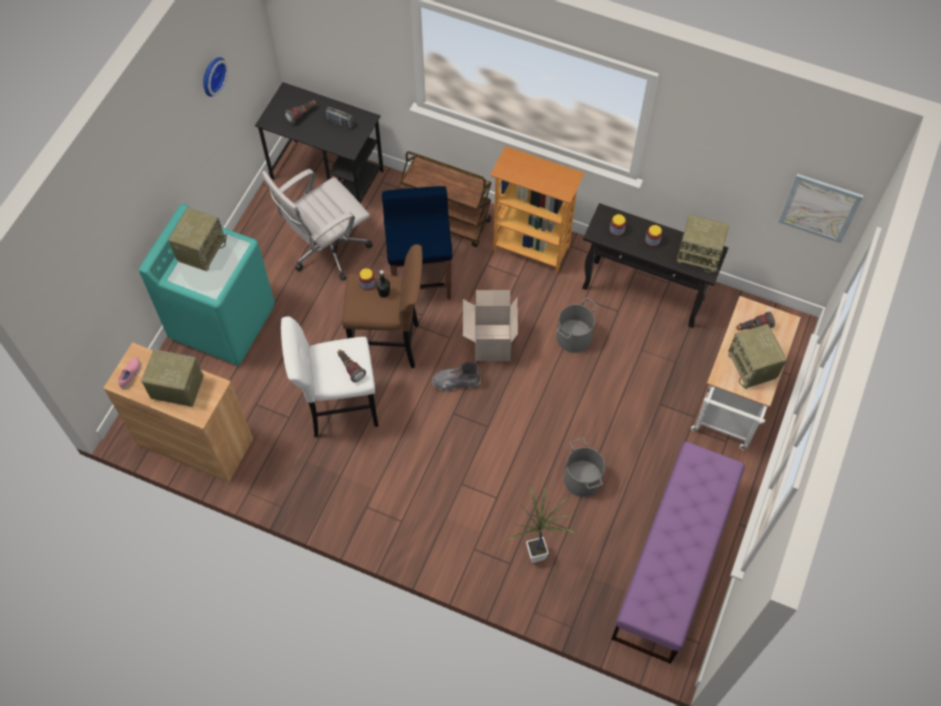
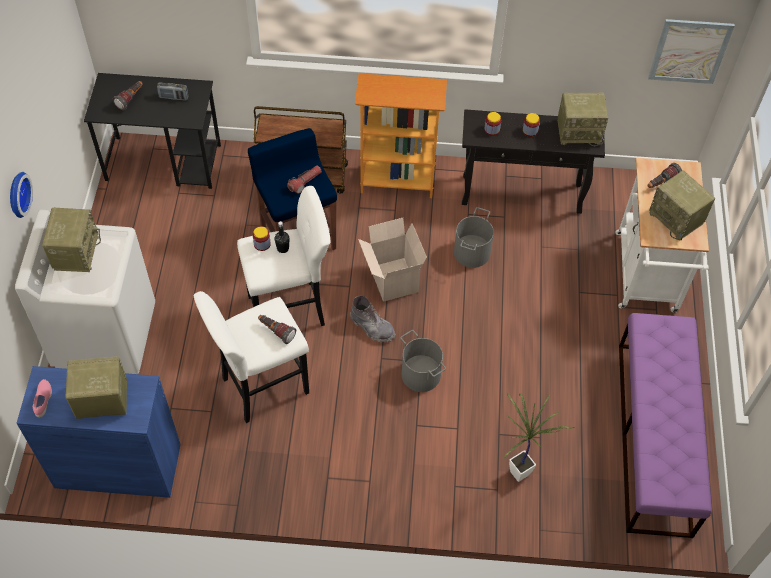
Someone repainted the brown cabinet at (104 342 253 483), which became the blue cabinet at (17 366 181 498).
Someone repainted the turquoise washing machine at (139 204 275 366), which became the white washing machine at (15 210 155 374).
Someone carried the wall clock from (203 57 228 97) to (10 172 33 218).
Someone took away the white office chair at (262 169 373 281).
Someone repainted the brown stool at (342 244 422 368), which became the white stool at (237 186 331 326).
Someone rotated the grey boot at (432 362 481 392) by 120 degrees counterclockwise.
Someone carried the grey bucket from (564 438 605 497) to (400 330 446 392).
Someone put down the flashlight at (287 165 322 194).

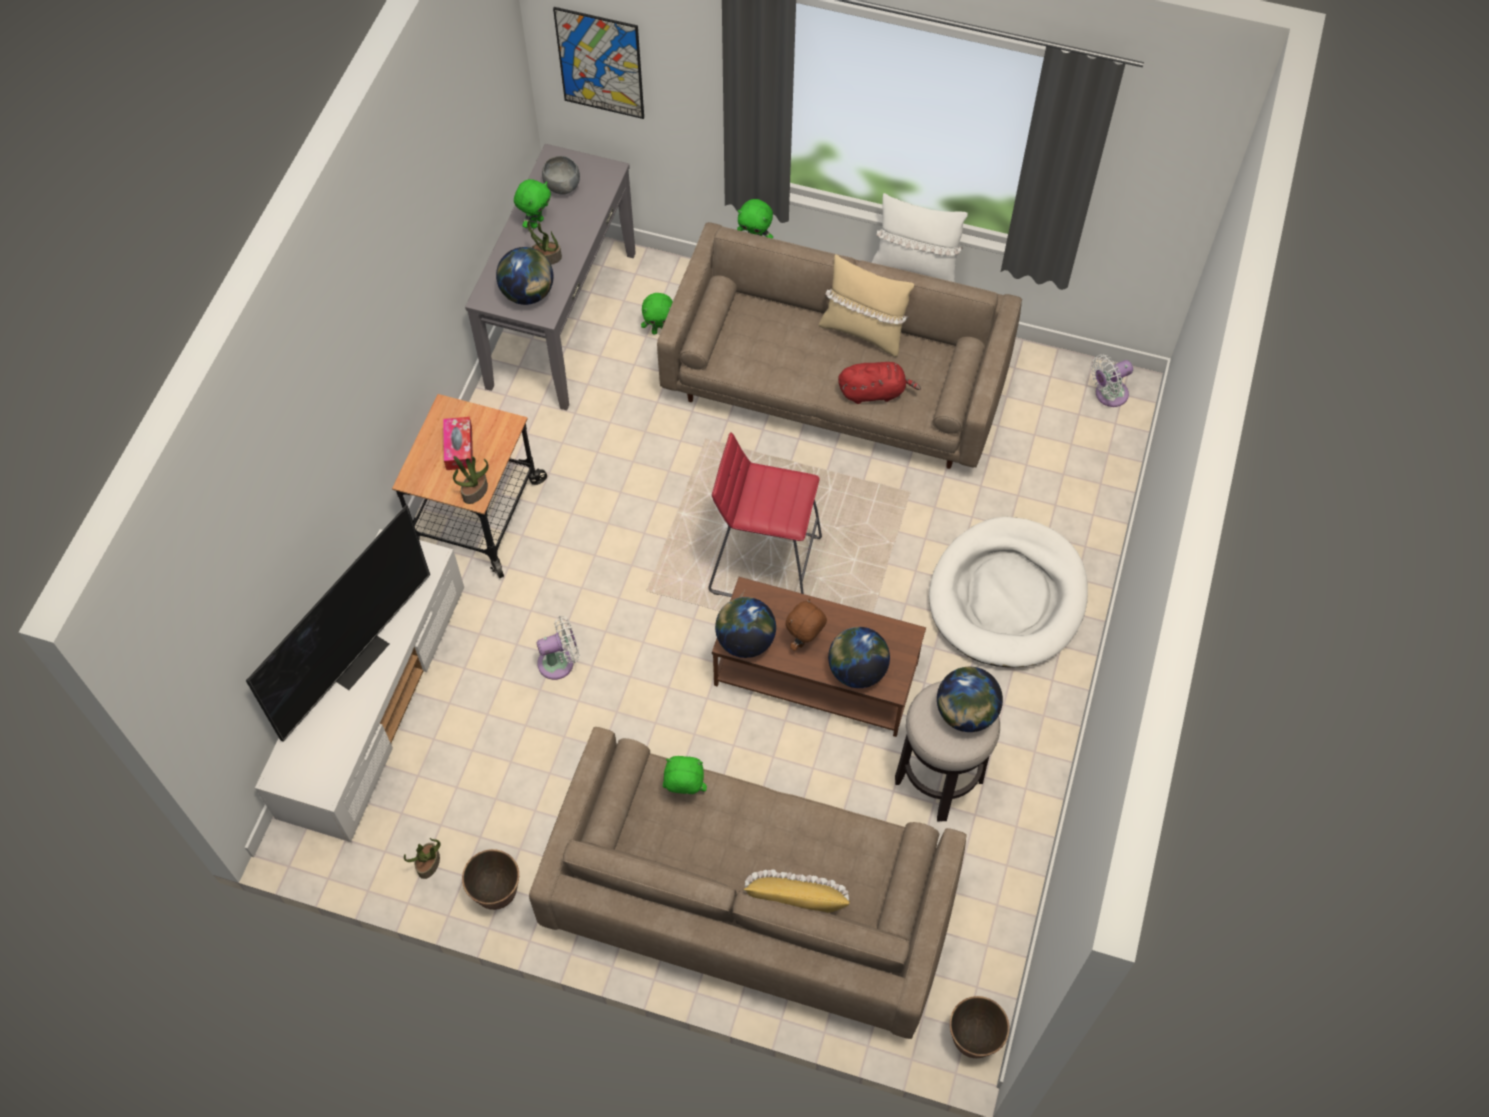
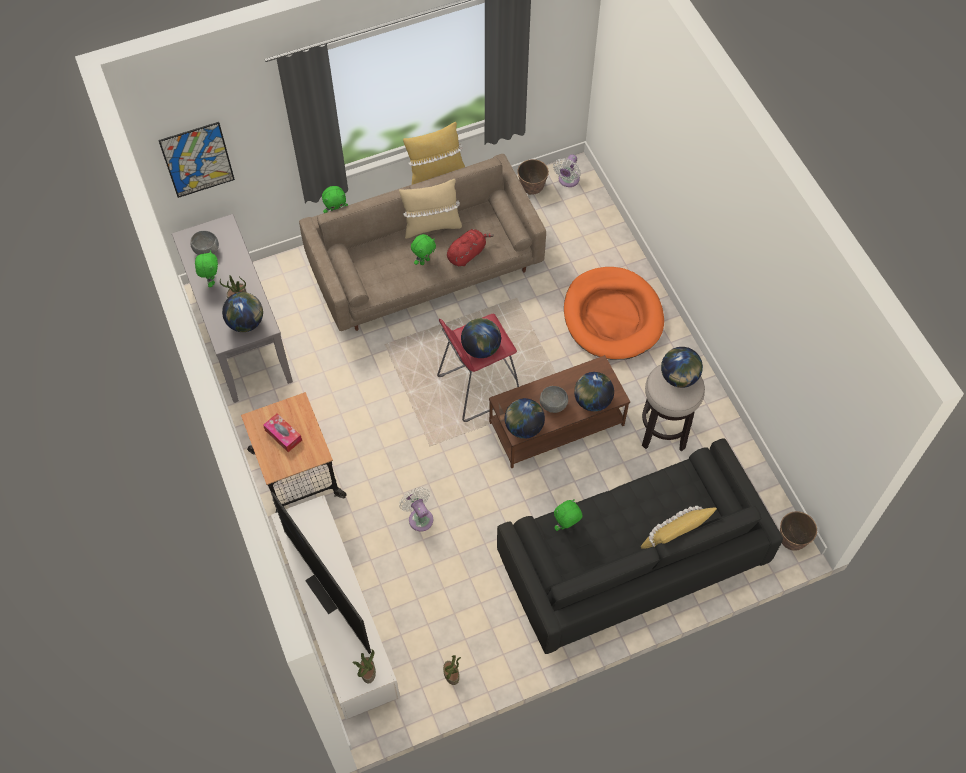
Someone rotated the television at (246 505 430 742) by 150 degrees clockwise.
Someone carried the potted plant from (453 456 488 504) to (352 649 376 684).
Someone carried the planter from (462 849 519 910) to (517 159 549 195).
Someone repainted the beige sofa at (529 727 967 1039), which became the black sofa at (497 438 783 654).
Someone rotated the white fan at (537 616 580 680) by 60 degrees counterclockwise.
Someone carried the green plush toy from (641 293 673 335) to (411 234 436 265).
Someone swapped the brown plush toy at (786 598 827 651) for the grey bowl at (540 386 568 413).
Someone repainted the white pillow at (871 193 968 282), which became the yellow pillow at (403 122 465 185).
Someone repainted the white dog bed at (929 517 1088 668), which became the orange dog bed at (564 267 664 360).
Someone put down the globe at (461 318 501 358).

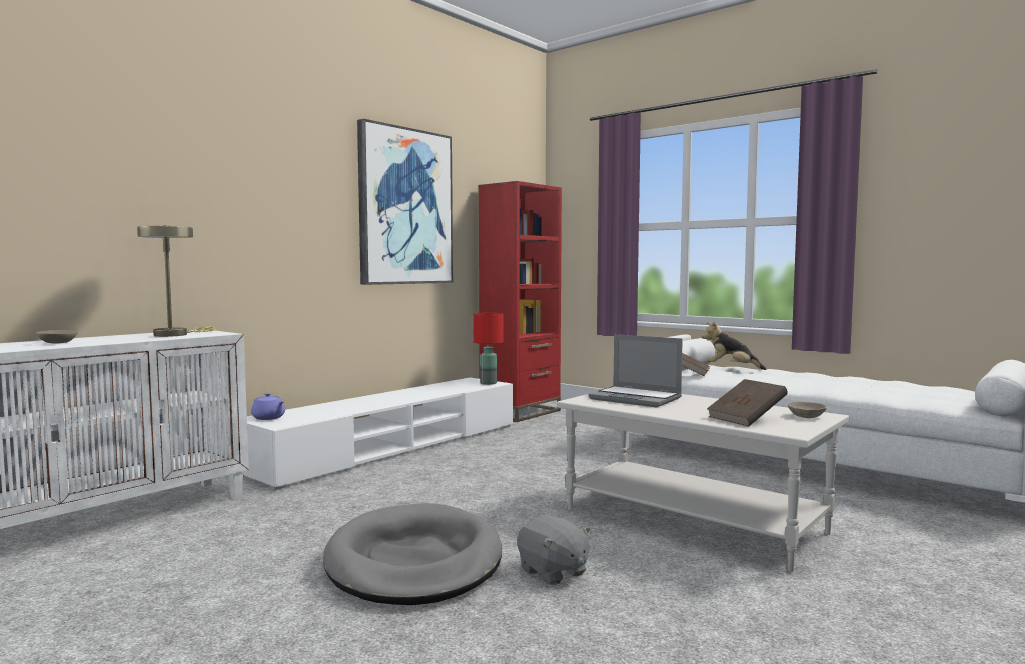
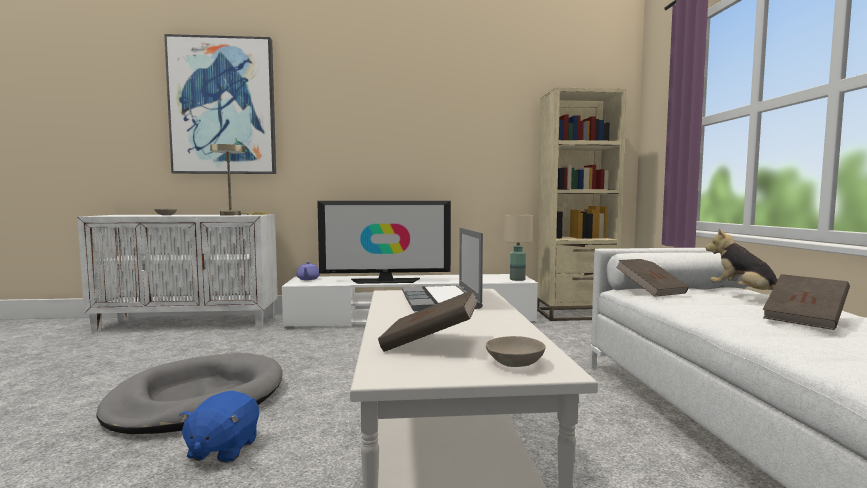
Someone carried the picture from (357 119 453 285) to (164 34 276 174).
Someone repainted the red table lamp at (473 313 504 385), which became the beige table lamp at (504 215 533 281).
Someone repainted the red bookcase at (479 181 562 422), which became the beige bookcase at (536 88 627 321).
Someone repainted the grey plush toy at (517 515 591 585), which became the blue plush toy at (179 391 259 463).
Someone put down the television at (317 201 451 284).
Someone put down the brown book at (763 274 850 330).

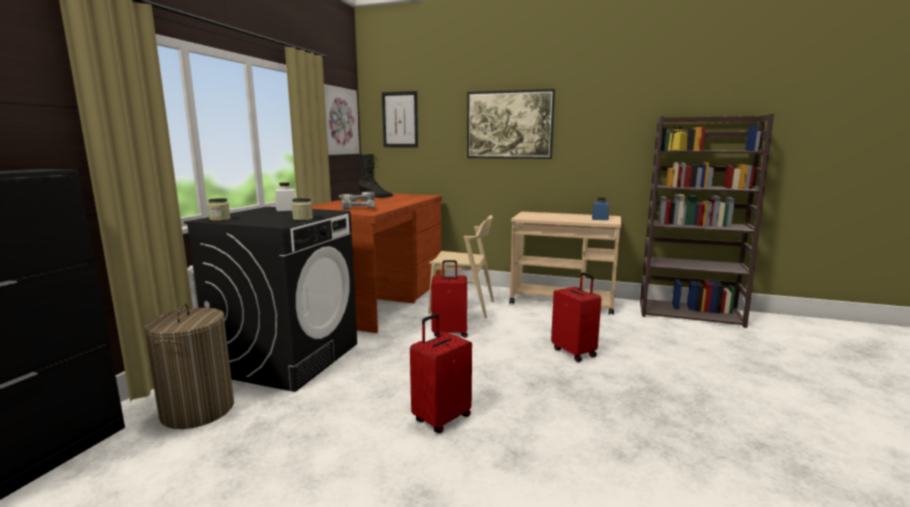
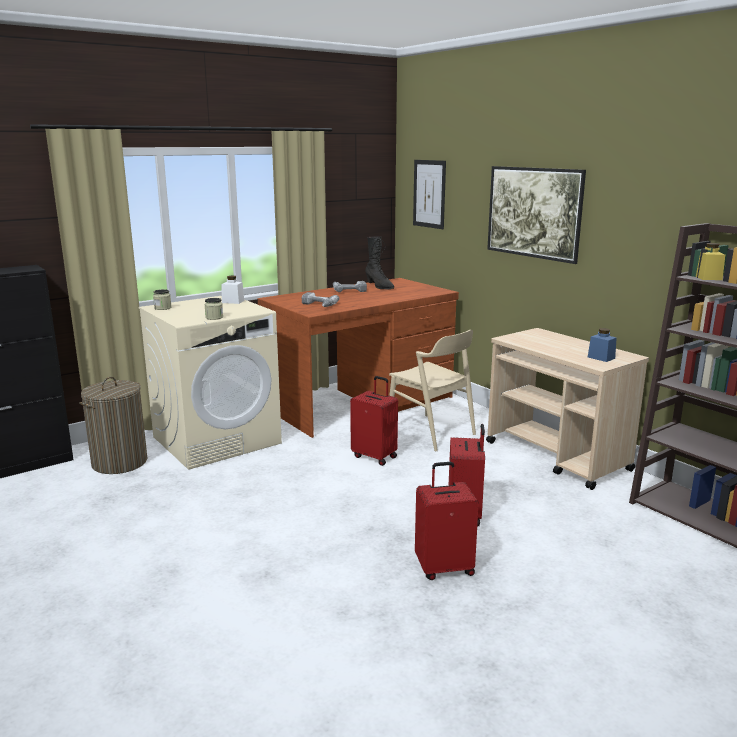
Someone repainted the black washing machine at (184 207 357 392), which became the beige washing machine at (138 296 282 470).
Someone took away the picture at (324 84 360 155).
Someone carried the red suitcase from (410 314 472 433) to (415 462 479 580).

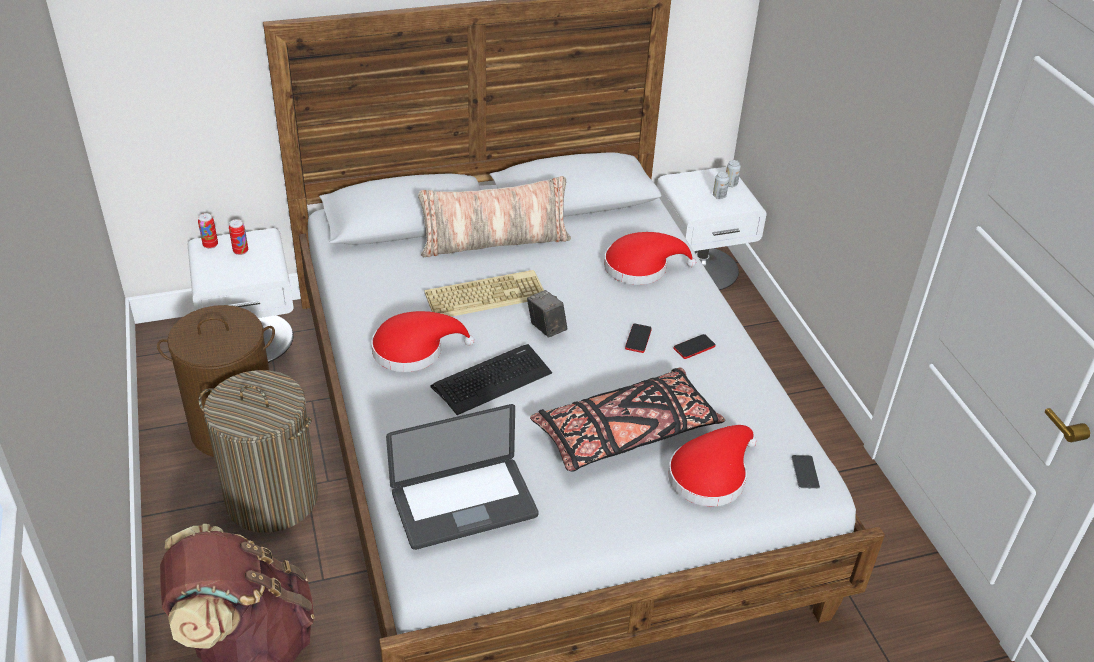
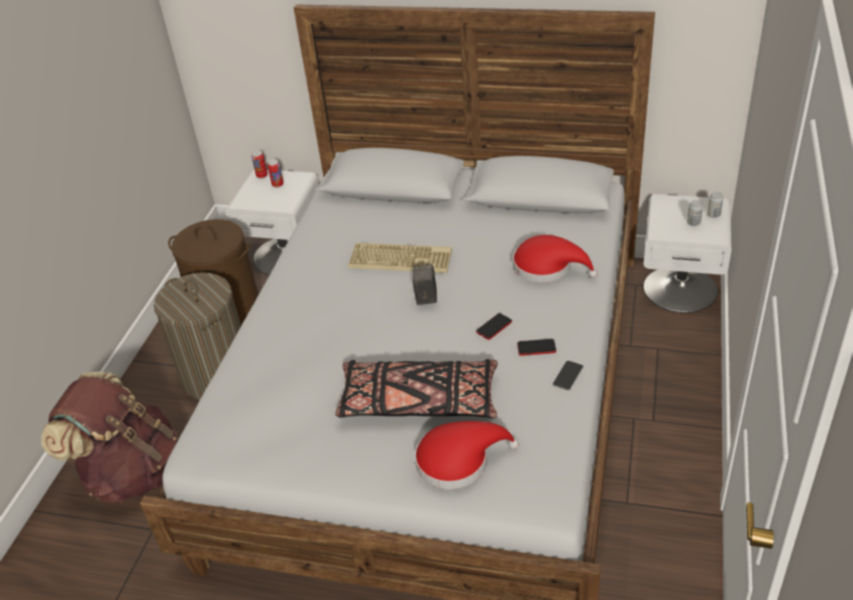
Someone took away the red hat at (371 311 475 372).
Someone took away the laptop at (386 404 539 550).
Someone took away the pillow at (418 176 571 257).
Someone took away the keyboard at (430 344 552 415).
Someone carried the phone from (791 455 820 489) to (552 361 584 391).

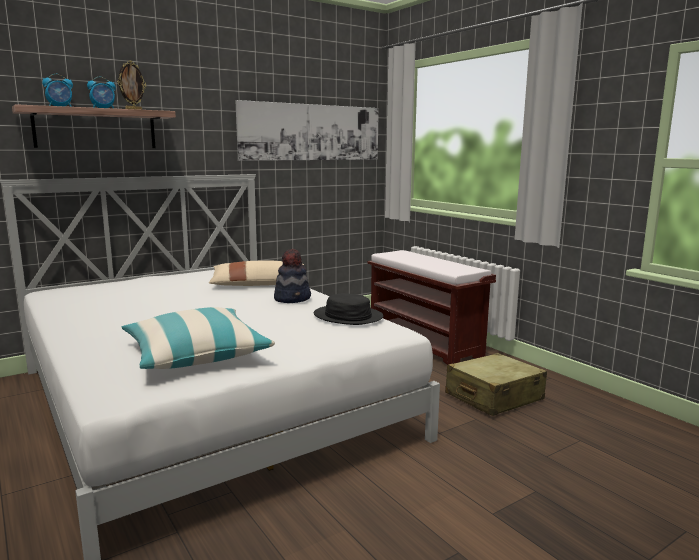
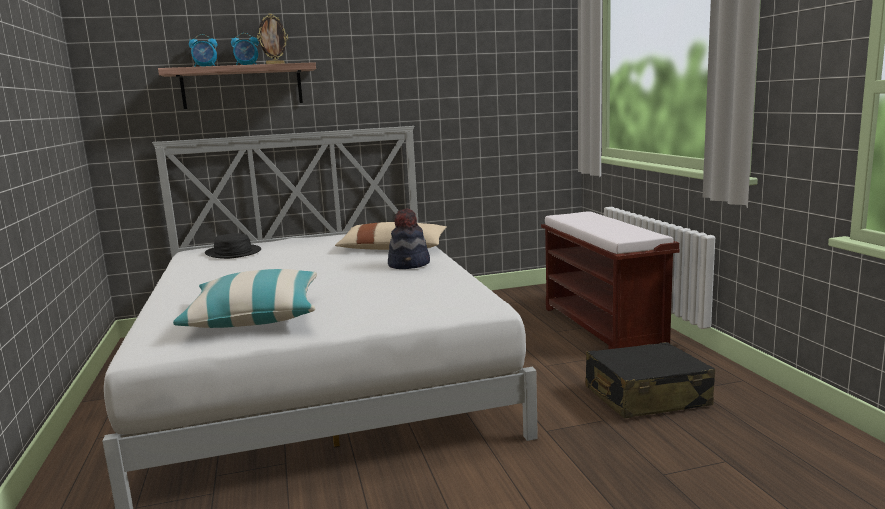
Someone took away the picture at (235 100 379 161).
Someone carried the black hat from (314 293 383 325) to (205 233 261 259).
Someone repainted the beige suitcase at (445 353 547 416), which became the black suitcase at (585 342 715 418).

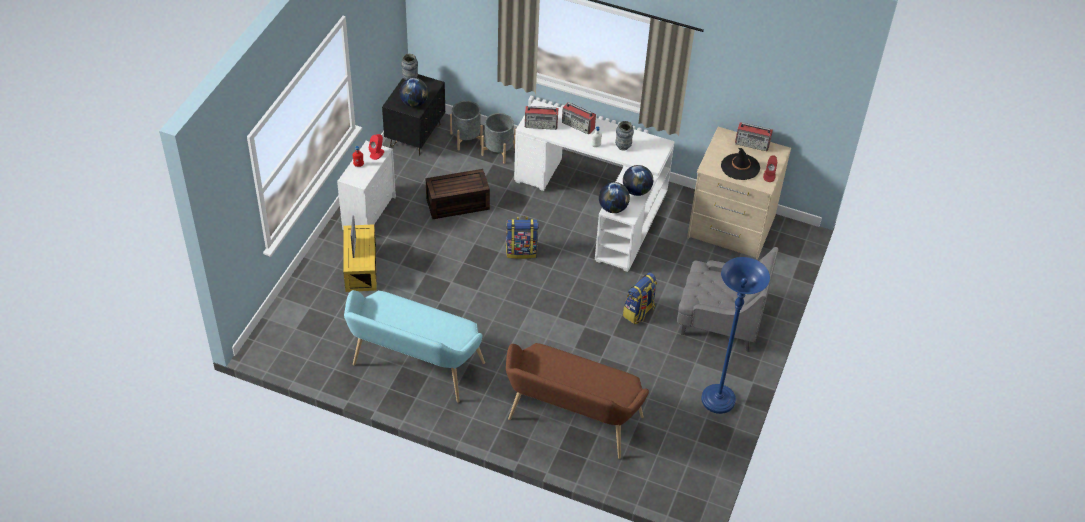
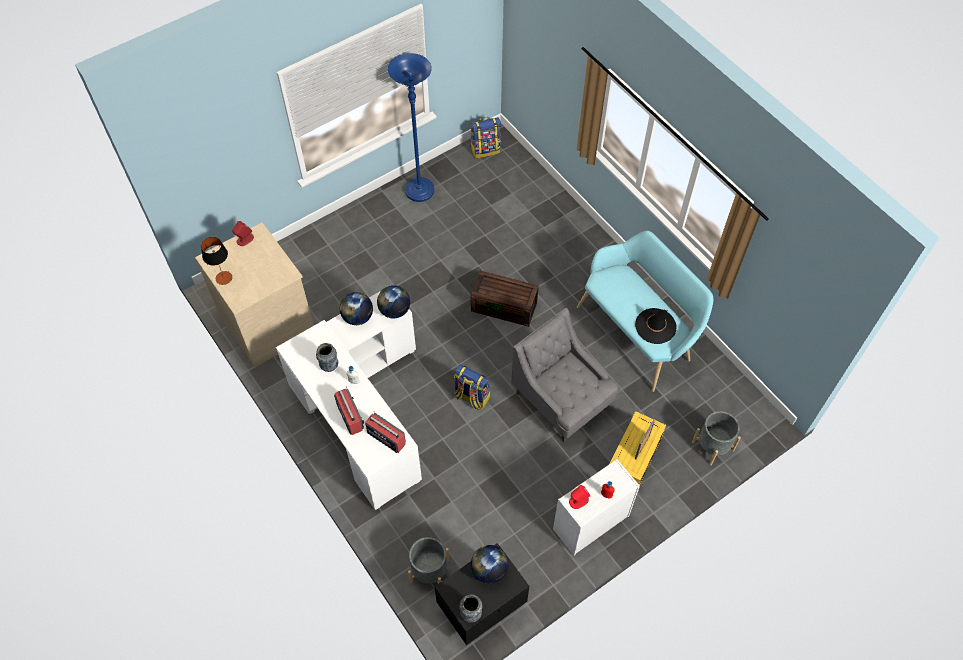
Someone carried the brown storage box from (426 169 490 219) to (471 271 539 327).
Someone carried the grey planter from (482 113 516 164) to (692 411 741 465).
Someone took away the brown bench at (506 343 649 459).
Someone carried the backpack from (623 272 657 324) to (471 117 501 158).
Someone carried the grey armchair from (677 247 779 352) to (511 308 619 442).
Someone carried the black hat from (721 148 760 180) to (635 308 676 344).
Someone swapped the radio at (735 122 773 151) for the table lamp at (201 237 232 285).

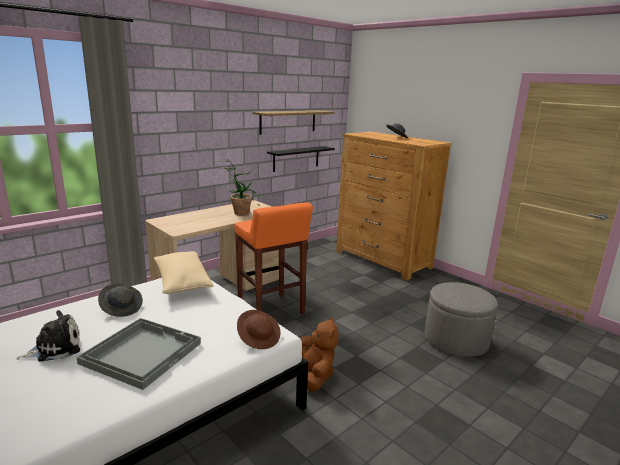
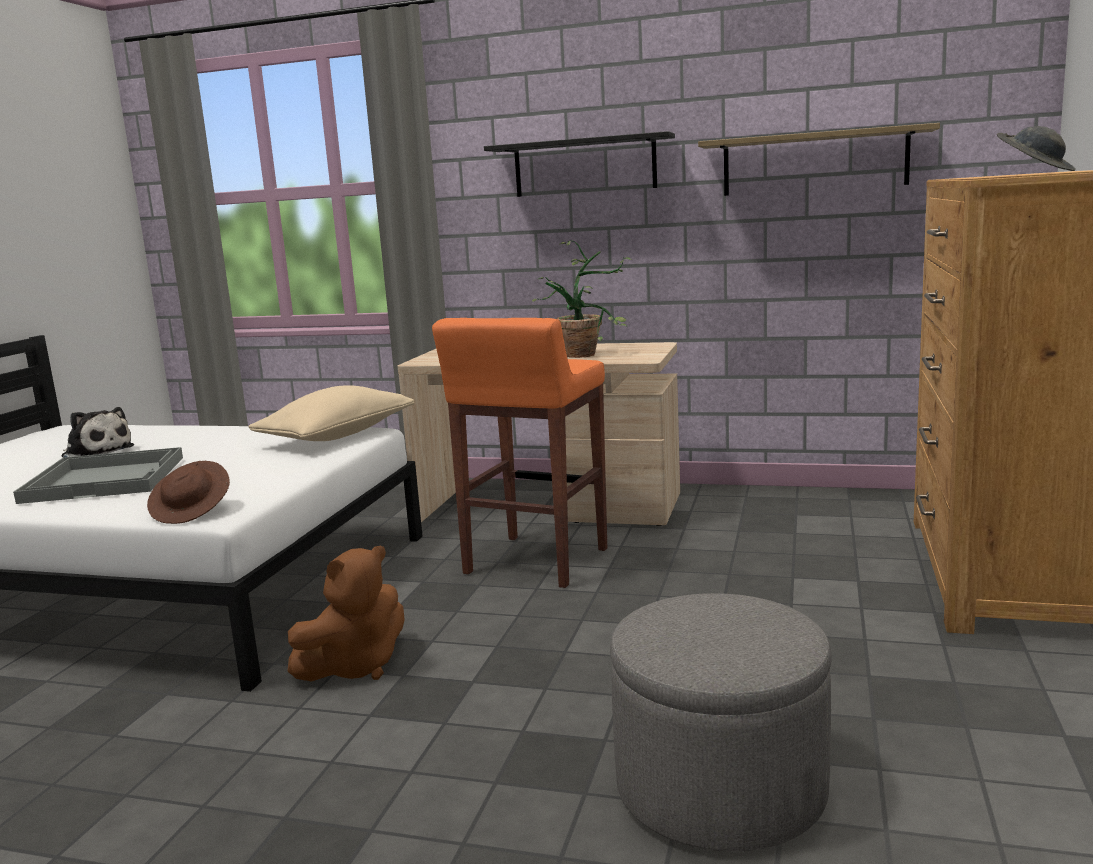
Someone took away the grey hat at (98 283 143 317).
Someone carried the black shelf from (267 146 335 172) to (484 131 675 197).

